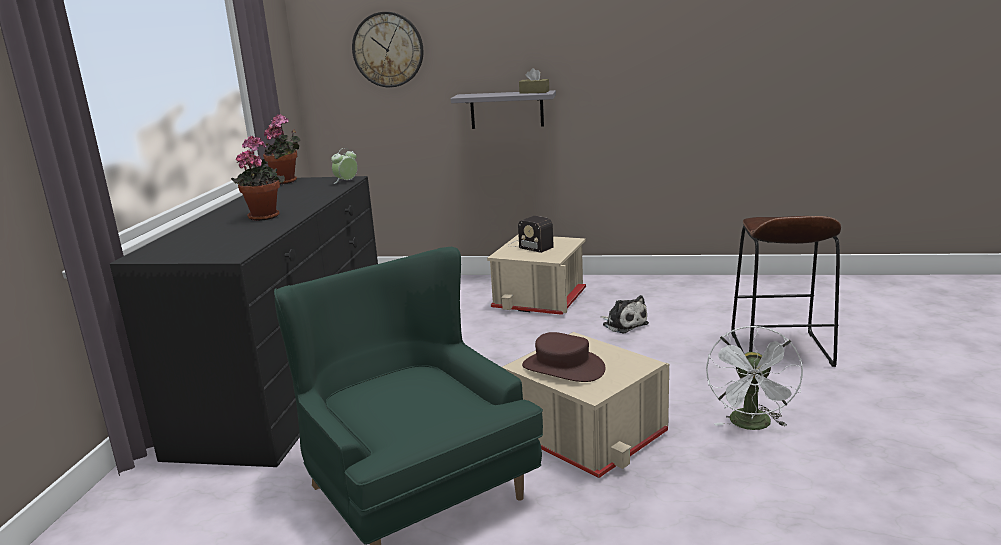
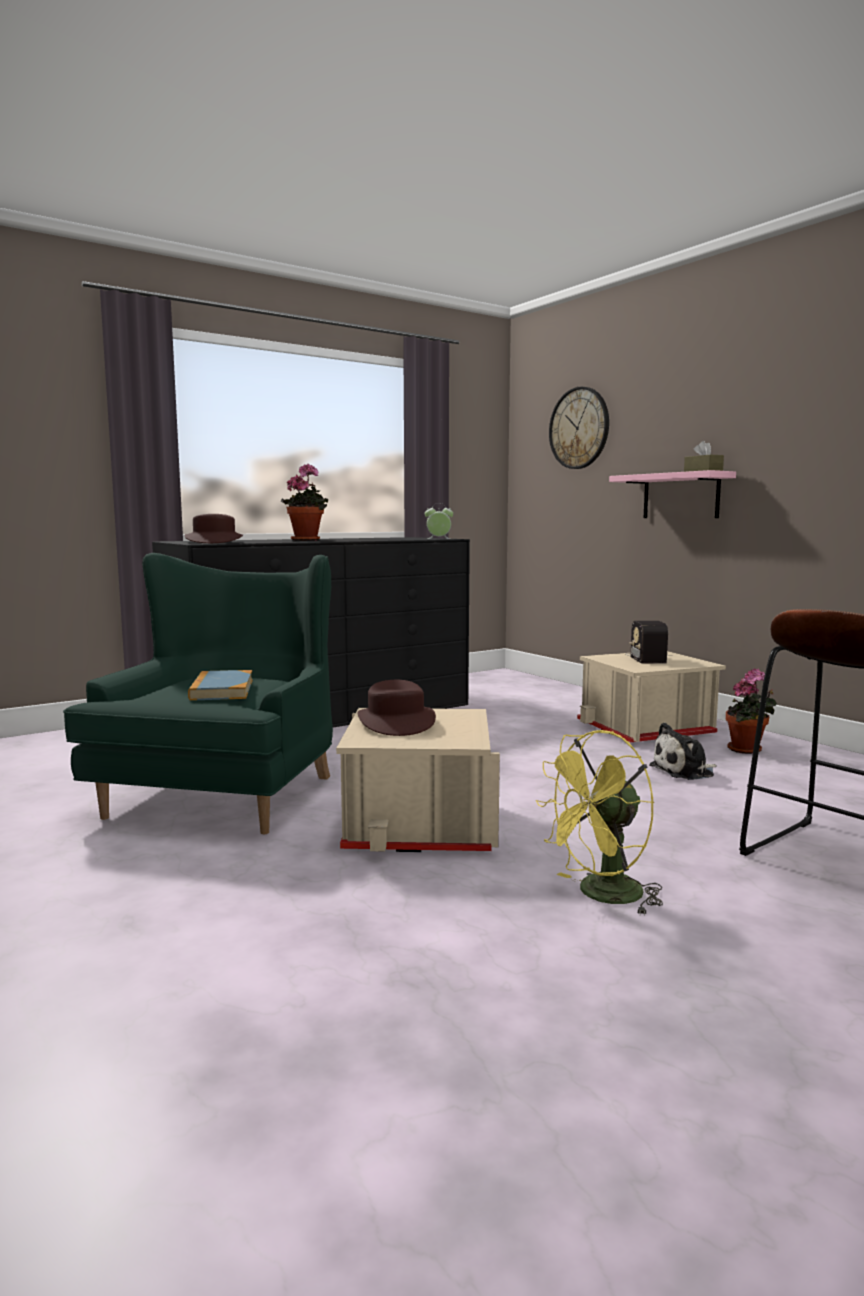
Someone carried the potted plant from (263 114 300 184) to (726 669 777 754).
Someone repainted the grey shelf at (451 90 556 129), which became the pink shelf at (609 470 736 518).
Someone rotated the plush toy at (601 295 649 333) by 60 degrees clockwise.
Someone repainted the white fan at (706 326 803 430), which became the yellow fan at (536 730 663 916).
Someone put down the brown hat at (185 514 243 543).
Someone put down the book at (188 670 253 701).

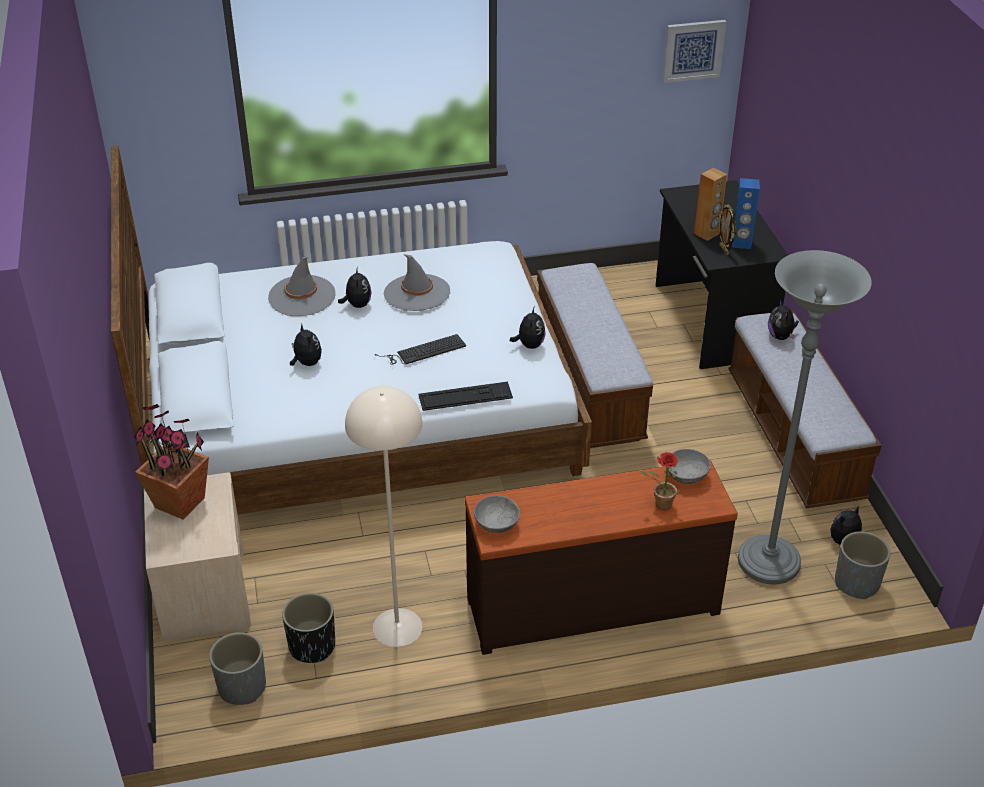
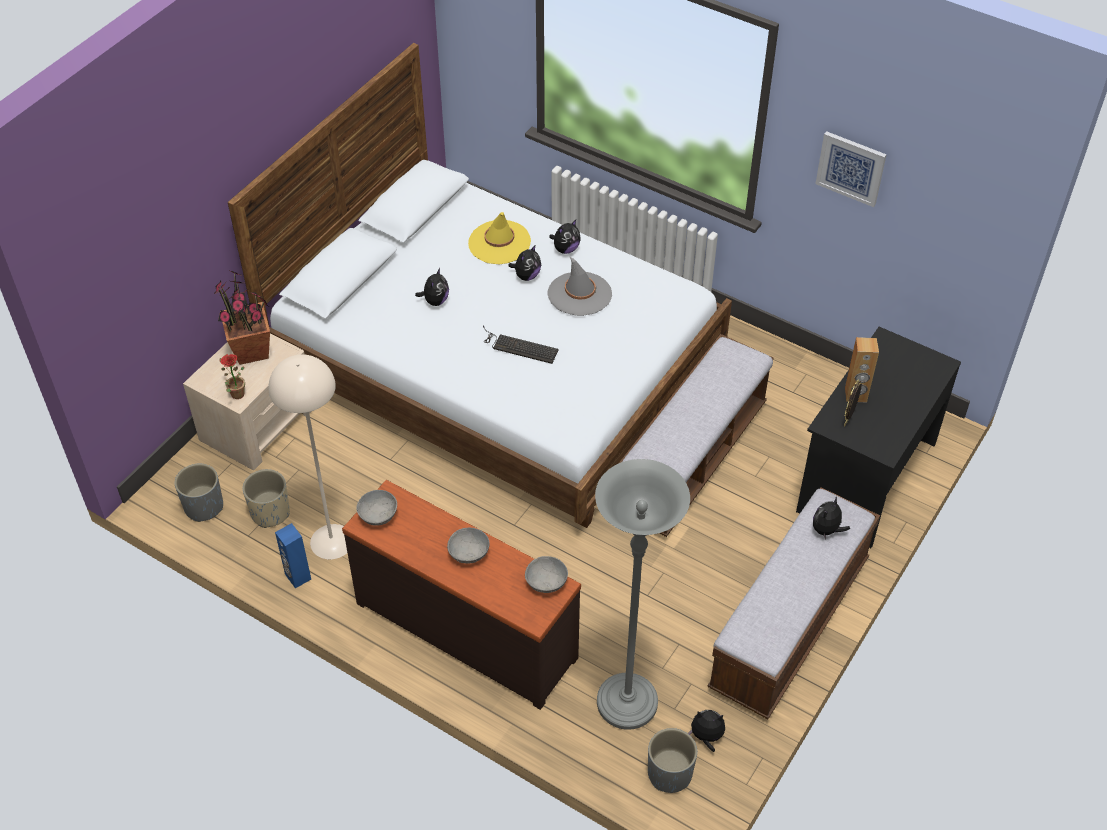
Someone repainted the grey hat at (268 257 336 316), which became the yellow hat at (468 212 531 264).
Someone repainted the black planter at (282 593 335 663), which became the beige planter at (243 469 290 528).
Someone took away the keyboard at (418 382 513 411).
Someone carried the plush toy from (510 306 546 349) to (549 220 580 254).
Someone carried the potted plant from (640 452 683 510) to (219 354 245 399).
Someone carried the picture from (662 20 726 83) to (815 131 887 207).
Someone carried the blue speaker from (732 178 760 249) to (275 523 311 588).
Someone put down the grey bowl at (447 528 490 563).

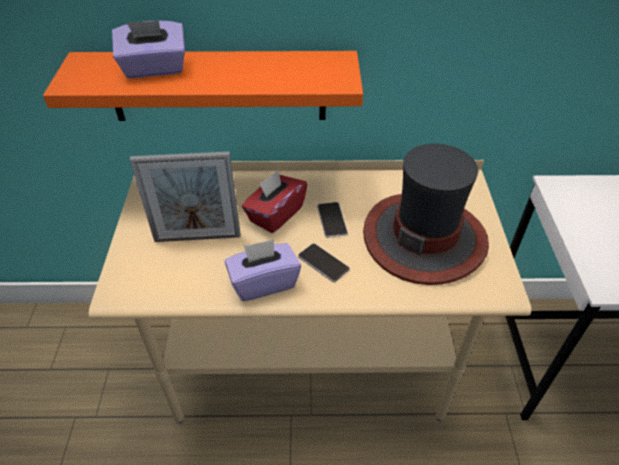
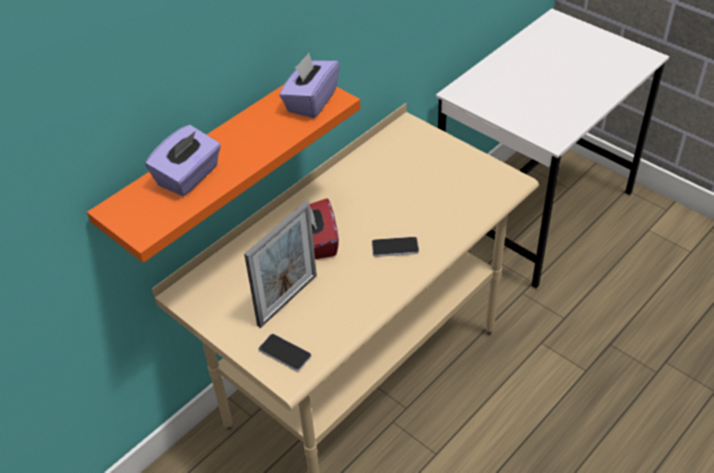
Someone carried the purple tissue box from (225 239 301 301) to (279 53 340 118).
Someone carried the phone from (317 202 348 238) to (259 334 312 371).
Someone took away the hat at (363 144 489 285).

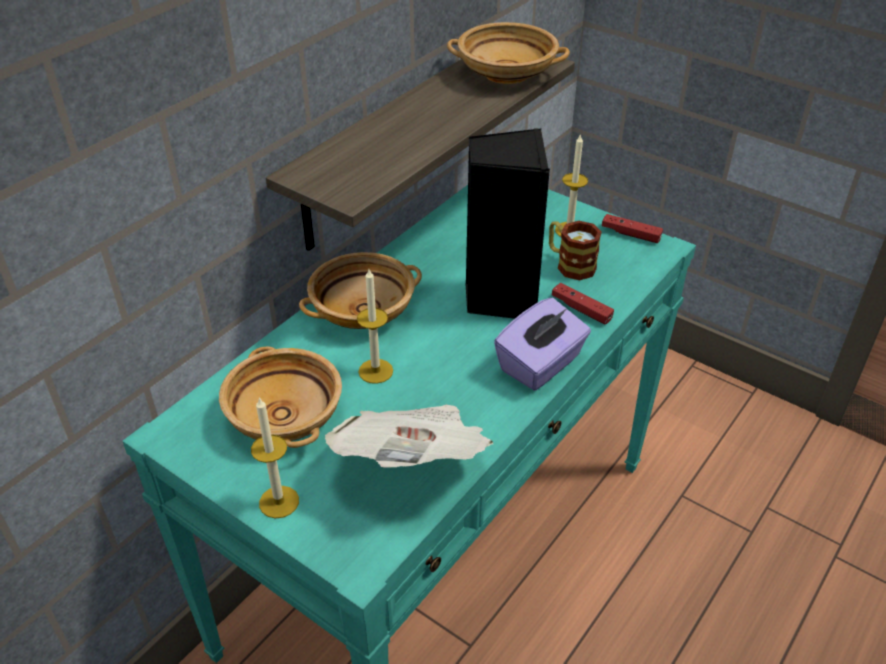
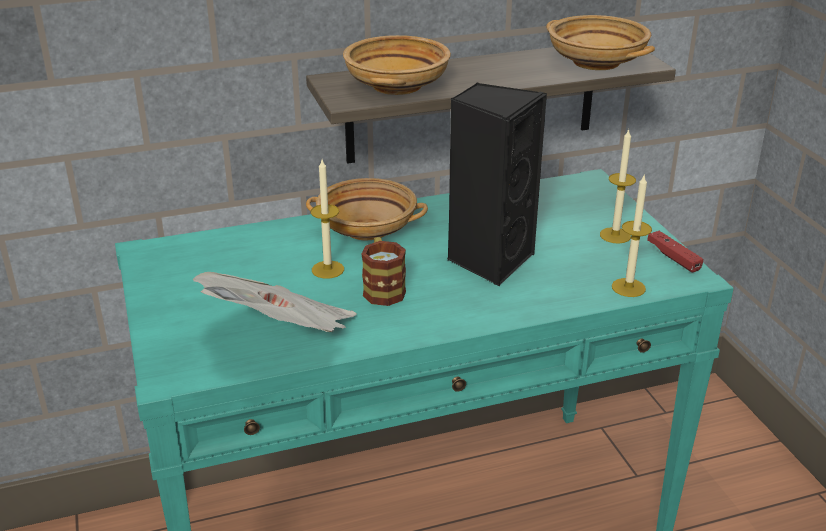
Someone carried the beige bowl from (219 347 342 448) to (343 35 451 95).
Someone carried the candle from (251 397 299 518) to (612 175 652 297).
Someone took away the purple tissue box at (494 298 591 390).
Someone carried the mug from (549 221 602 280) to (361 237 406 306).
Someone took away the red game controller at (552 283 614 325).

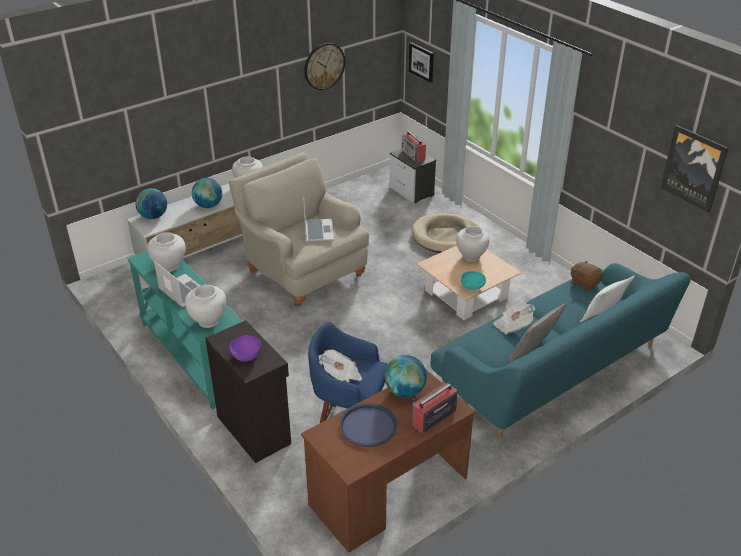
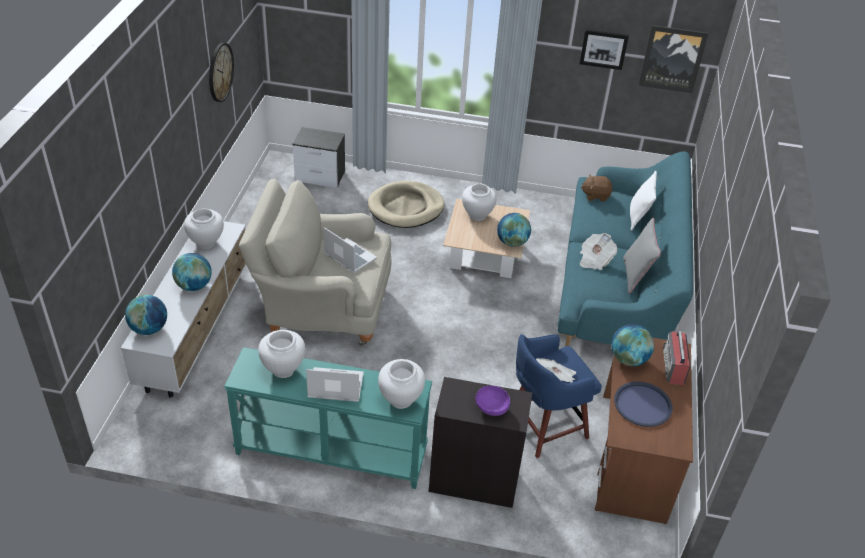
Someone took away the radio at (401 131 426 163).
Someone carried the picture from (409 42 434 83) to (580 29 629 70).
Someone swapped the turquoise bowl at (461 271 486 290) for the globe at (497 213 531 247).

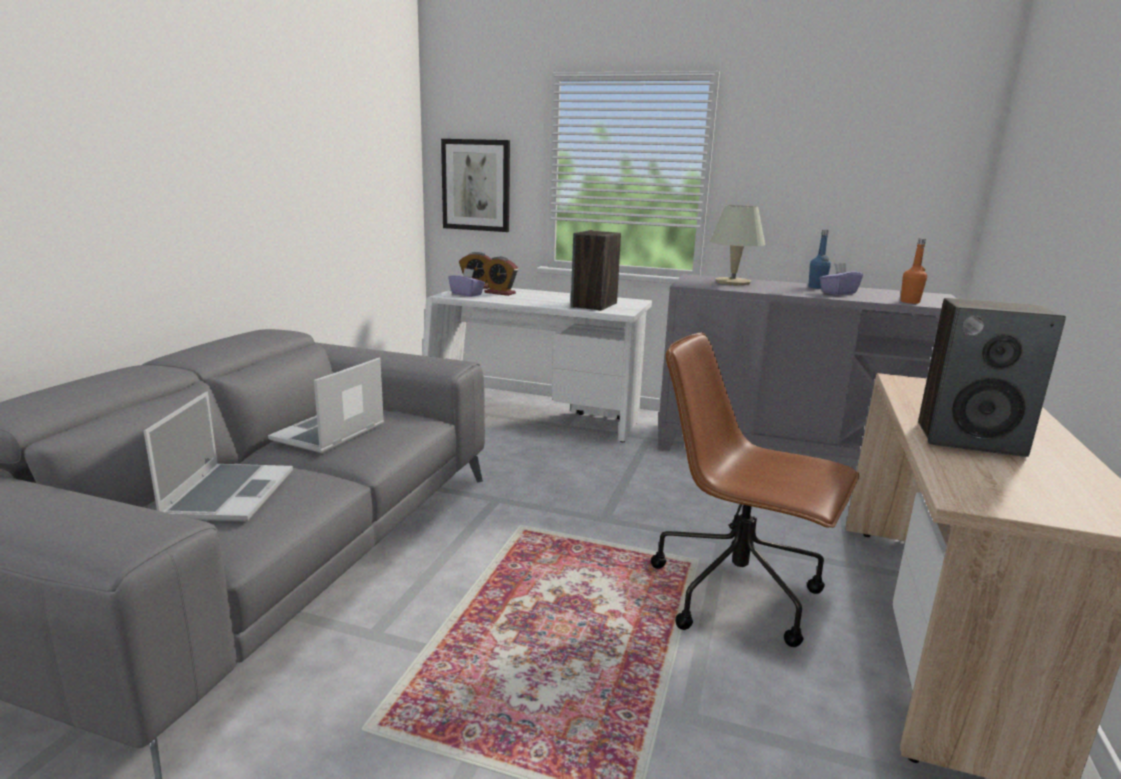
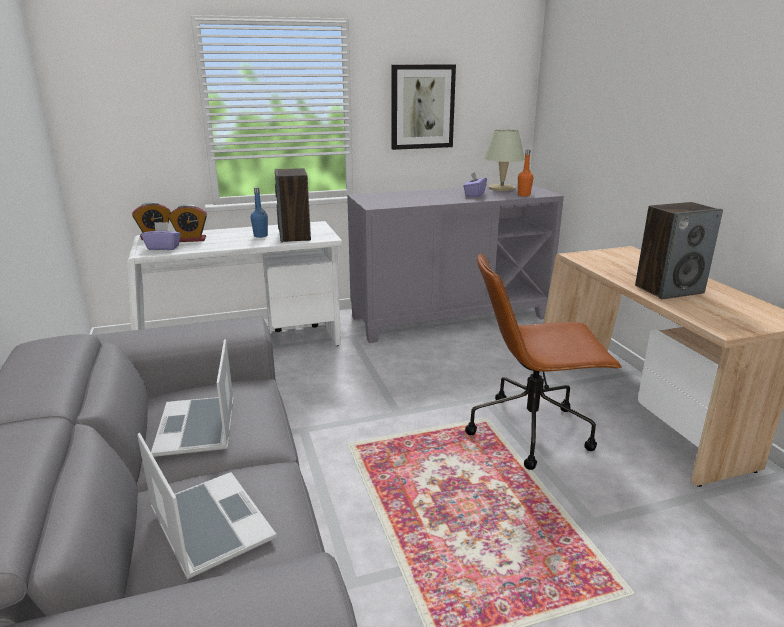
Someone carried the picture from (441 139 510 232) to (392 65 456 150).
Someone carried the beige table lamp from (710 205 765 285) to (484 129 525 191).
Someone carried the blue bottle from (809 230 831 289) to (251 187 268 238).

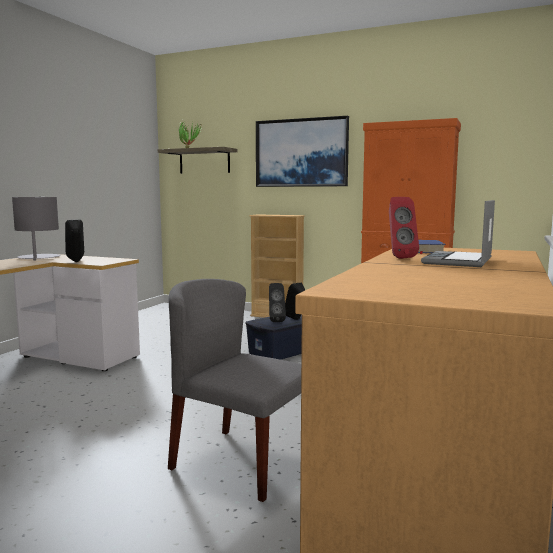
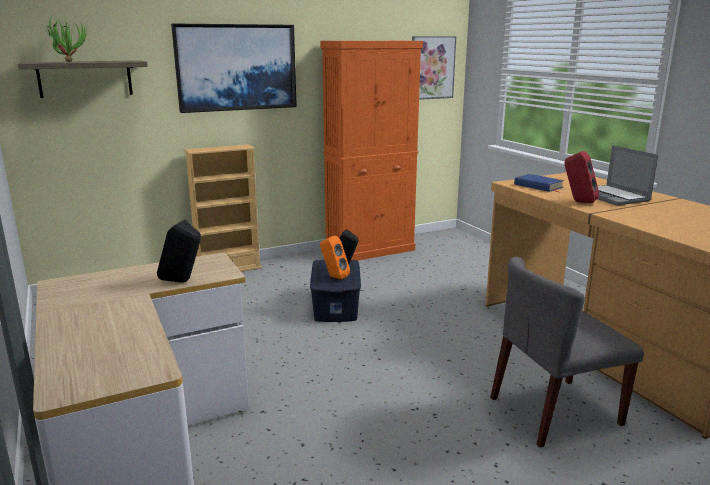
Someone took away the grey table lamp at (12 197 61 260).
Someone repainted the black speaker at (269 283 286 322), which became the orange speaker at (320 236 350 280).
Someone put up the picture at (412 36 456 100).

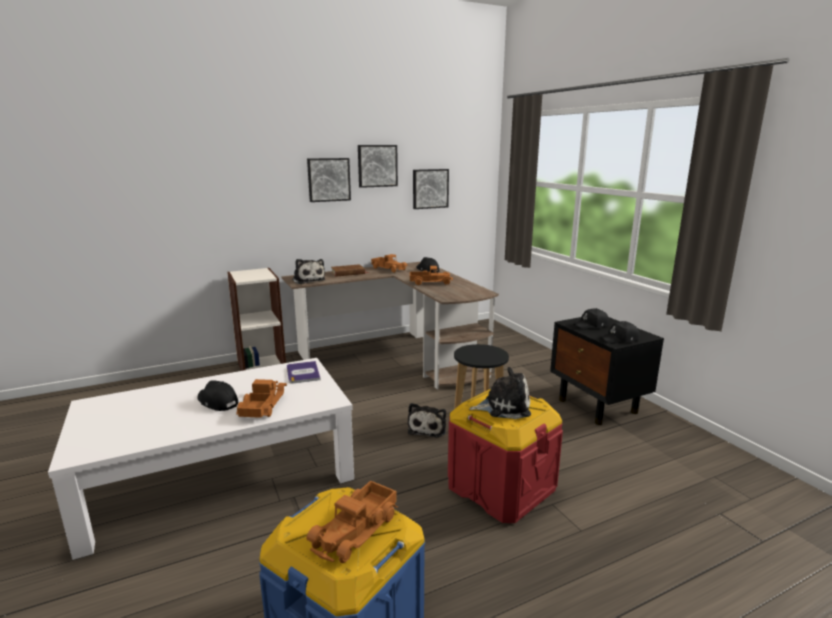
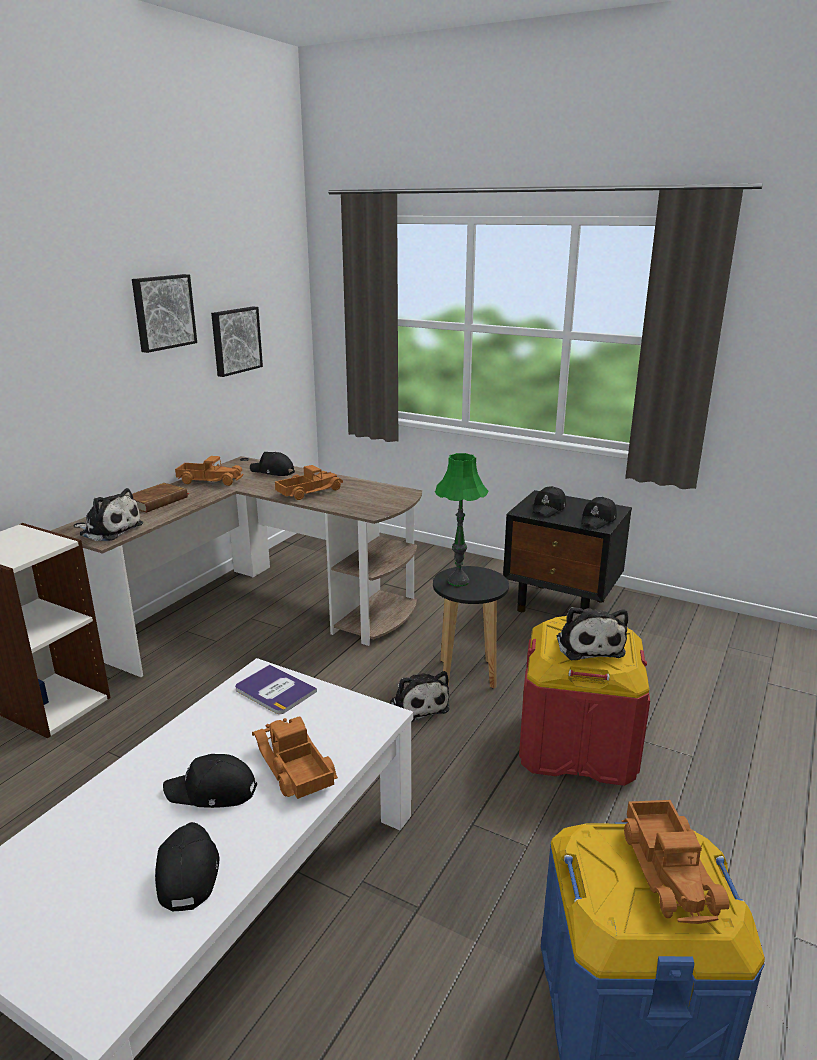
Someone took away the picture at (307 158 351 202).
Someone rotated the plush toy at (469 367 531 419) by 120 degrees clockwise.
Someone put down the black cap at (155 822 219 912).
Someone put down the green table lamp at (435 453 488 586).

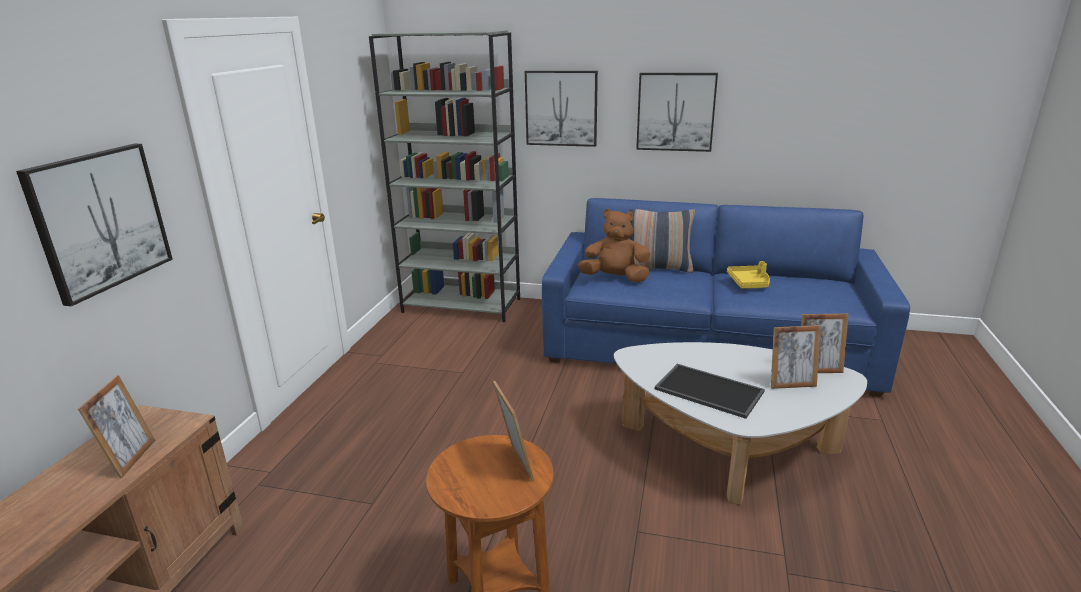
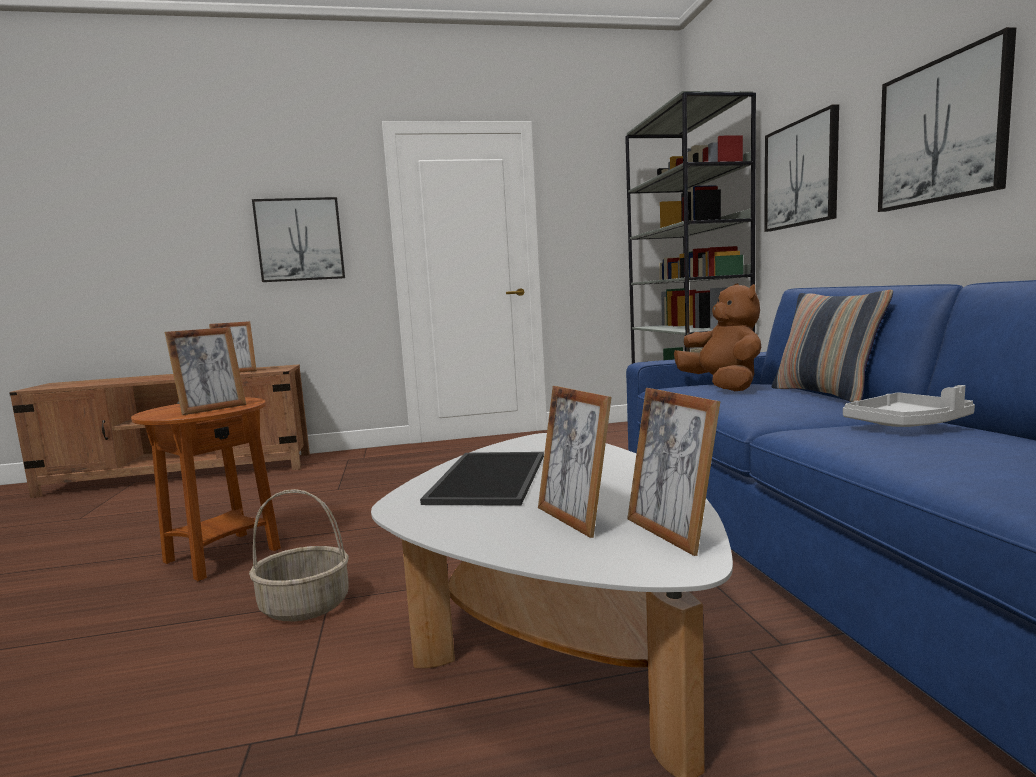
Someone repainted the yellow tray at (727 261 770 288), which became the grey tray at (843 385 975 427).
Someone put down the basket at (249 489 349 621).

